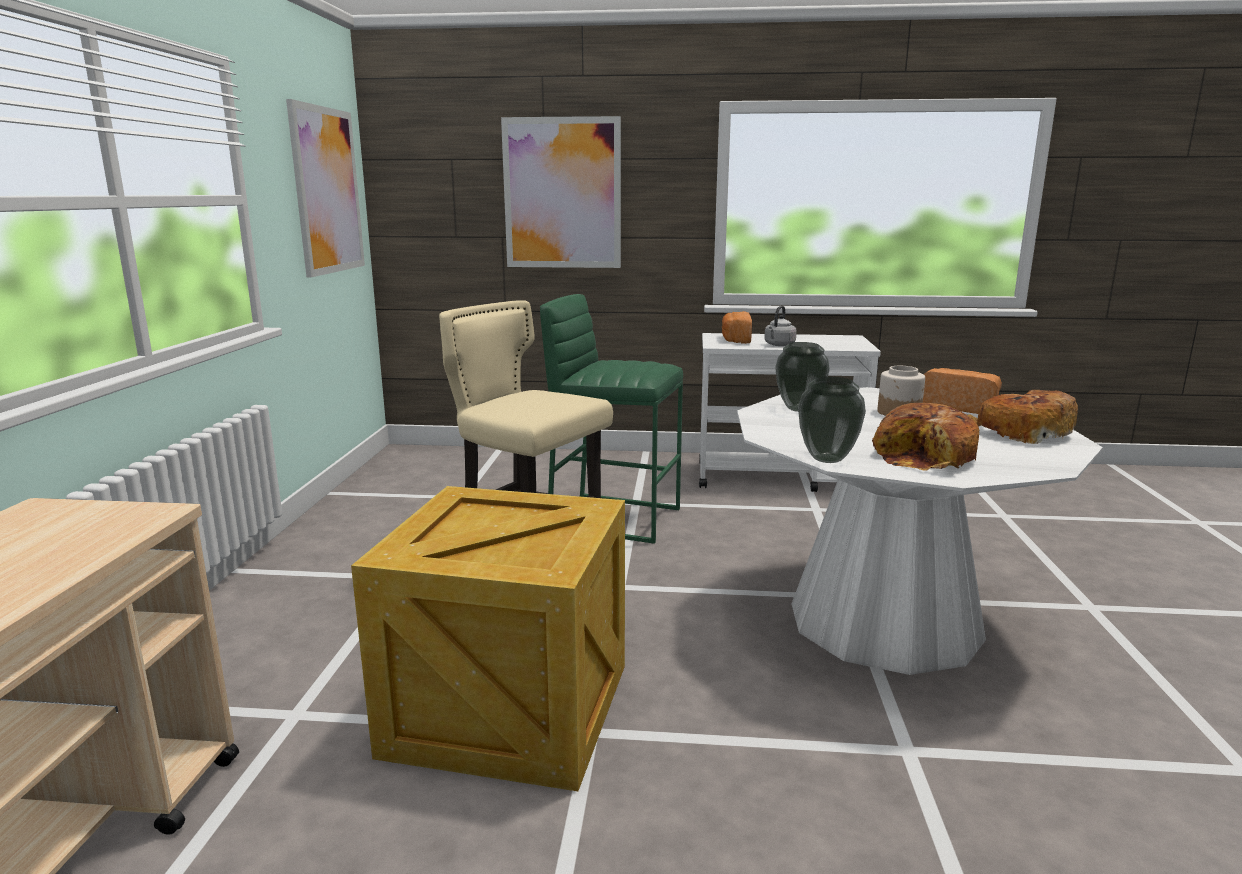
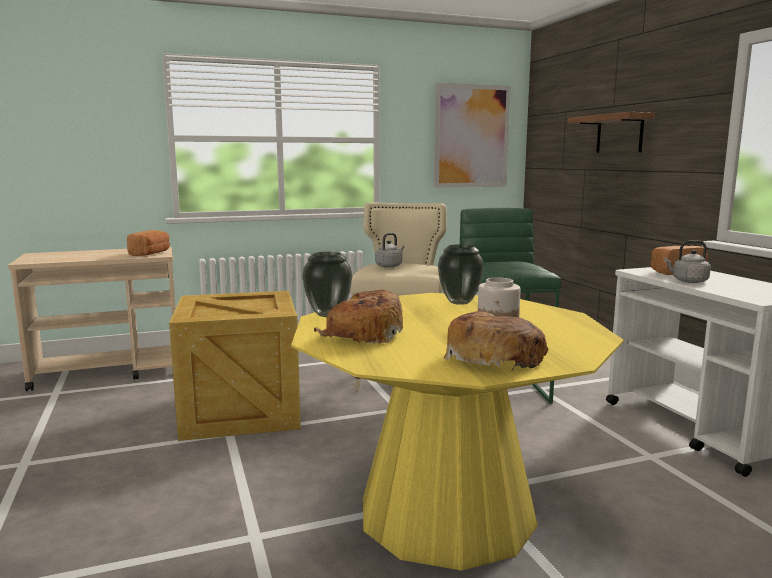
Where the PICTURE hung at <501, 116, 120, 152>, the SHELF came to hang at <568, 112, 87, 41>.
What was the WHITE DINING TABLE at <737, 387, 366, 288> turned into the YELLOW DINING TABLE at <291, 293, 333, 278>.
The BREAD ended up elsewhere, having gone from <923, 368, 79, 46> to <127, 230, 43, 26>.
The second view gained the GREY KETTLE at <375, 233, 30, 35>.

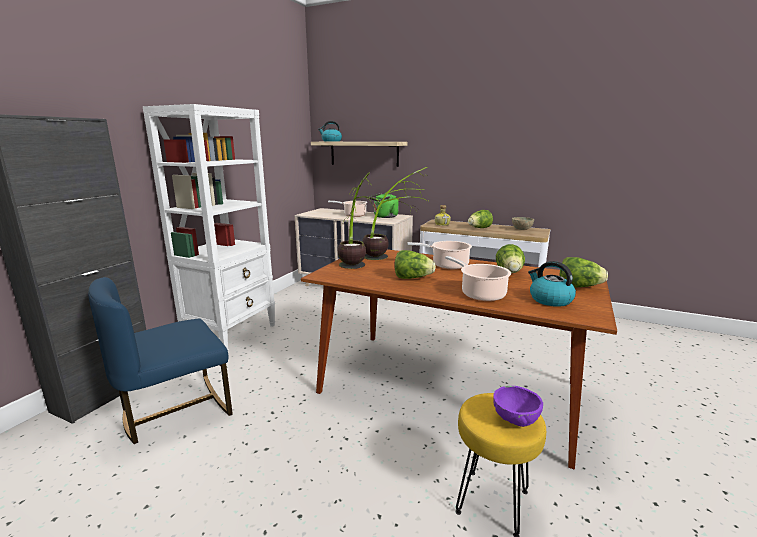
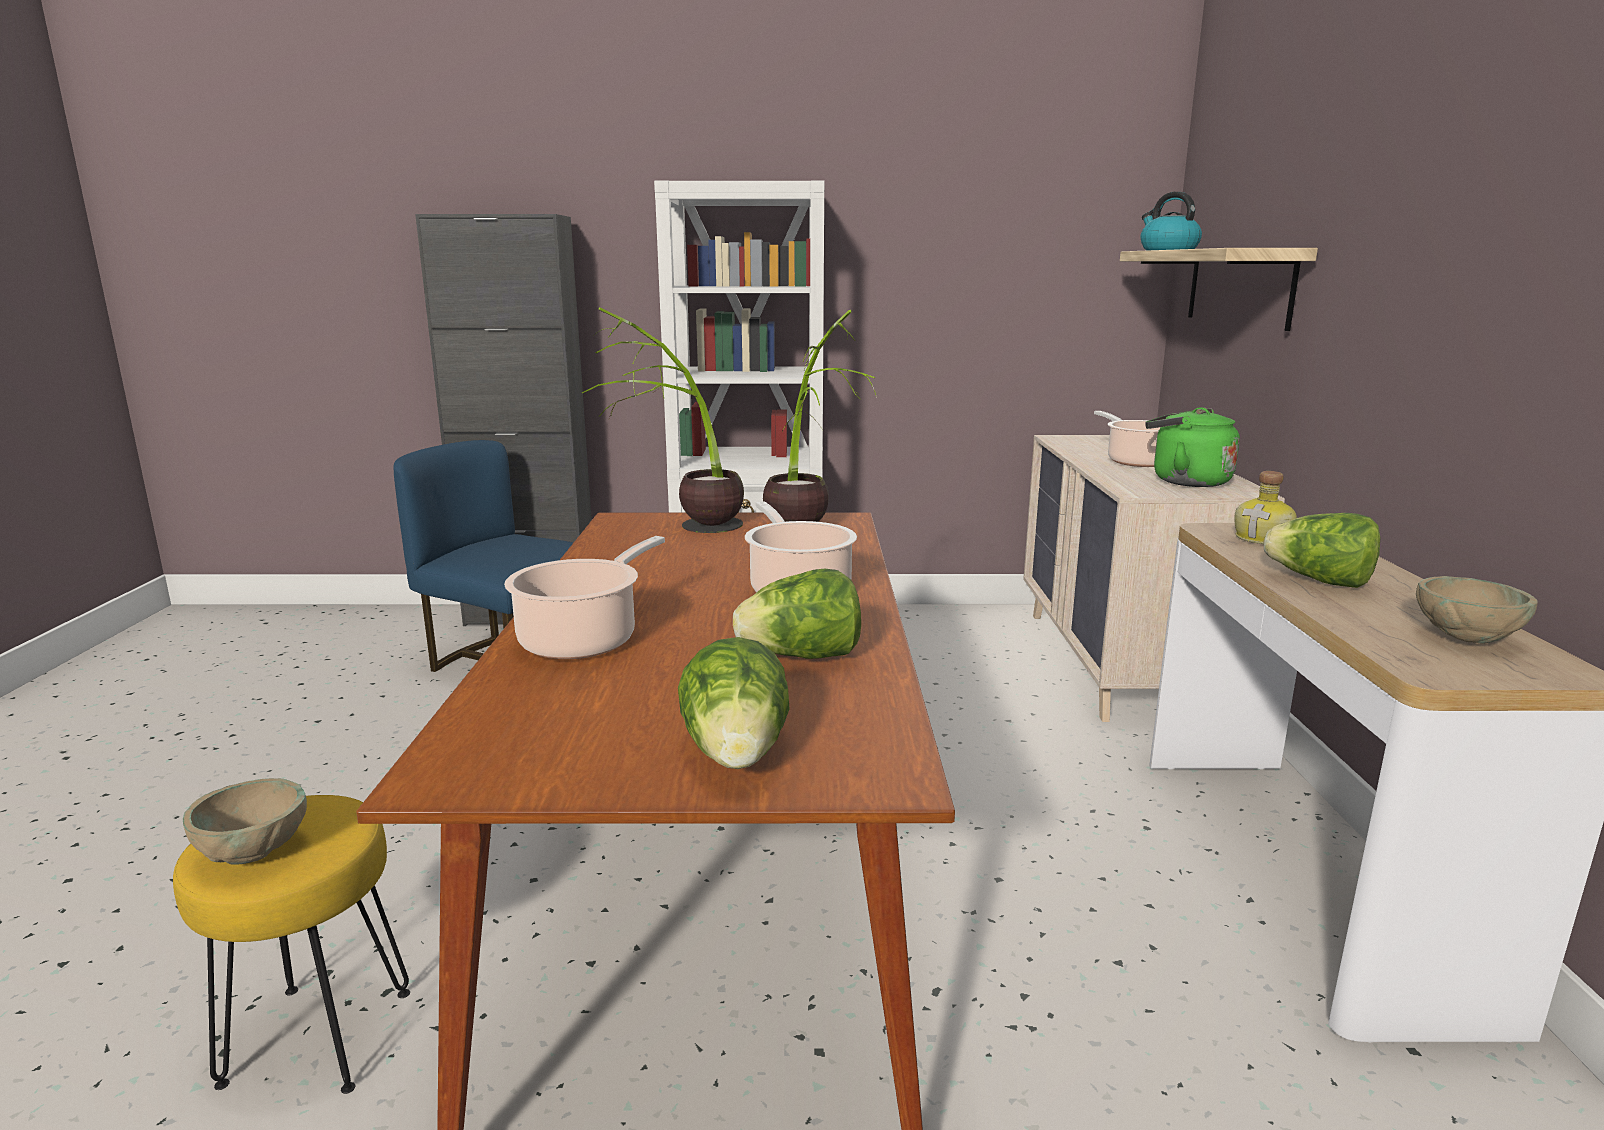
The second view lost the LETTUCE at <394, 250, 42, 29>.
What was the PURPLE BOWL at <493, 386, 50, 41> turned into the BEIGE BOWL at <183, 778, 124, 86>.
The second view lost the KETTLE at <528, 261, 48, 46>.

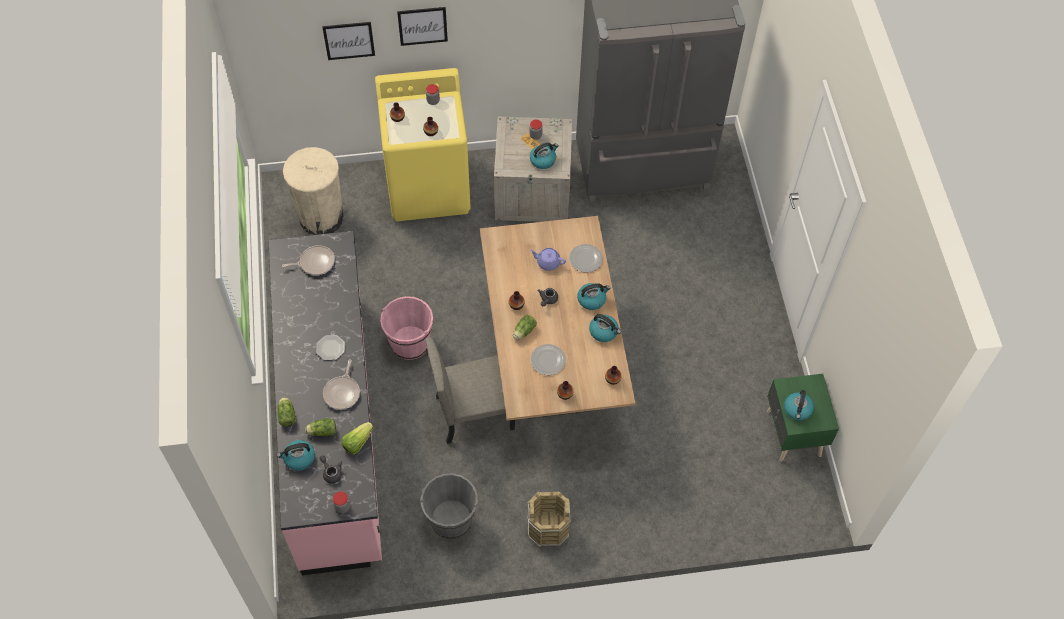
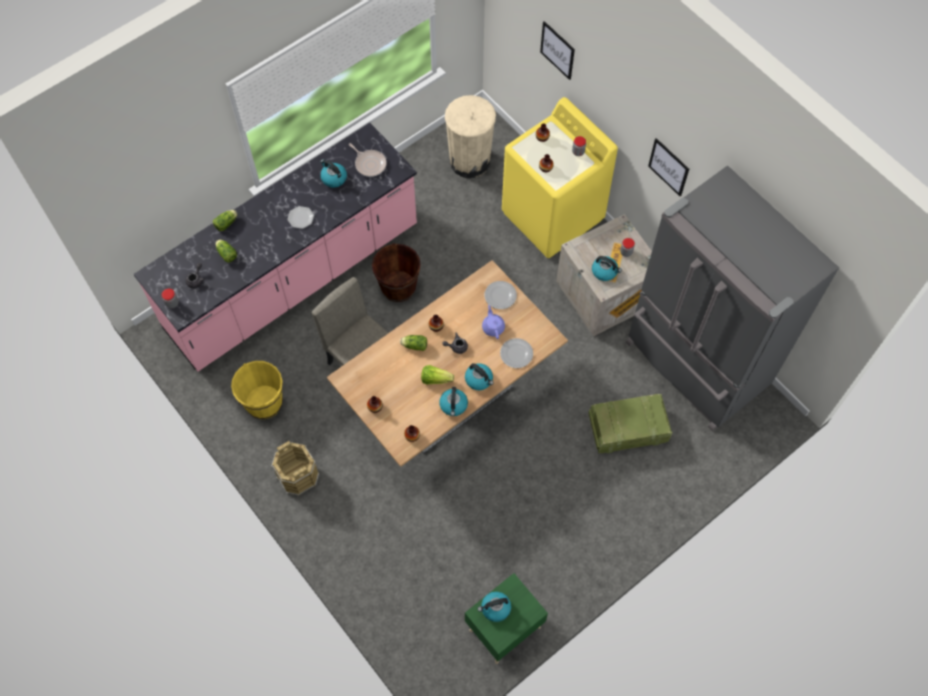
The KETTLE ended up elsewhere, having gone from <277, 440, 38, 31> to <320, 159, 27, 29>.
The second view lost the FRYING PAN at <323, 359, 37, 51>.
The LETTUCE ended up elsewhere, having gone from <341, 422, 32, 33> to <421, 365, 33, 19>.
What was the PINK BUCKET at <380, 296, 53, 64> turned into the BROWN BUCKET at <372, 243, 49, 59>.
The PICTURE ended up elsewhere, having gone from <397, 7, 51, 39> to <648, 138, 41, 58>.
What was the GREY BUCKET at <421, 473, 57, 66> turned into the YELLOW BUCKET at <231, 361, 52, 58>.
The PLATE ended up elsewhere, having gone from <531, 344, 35, 31> to <485, 281, 32, 28>.
The second view gained the CRATE at <588, 394, 84, 59>.

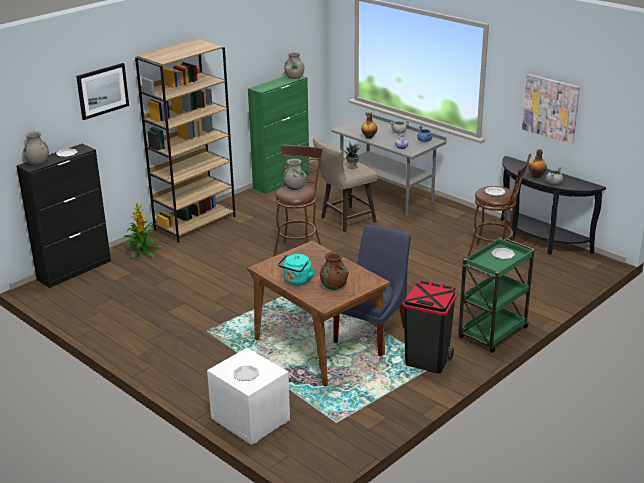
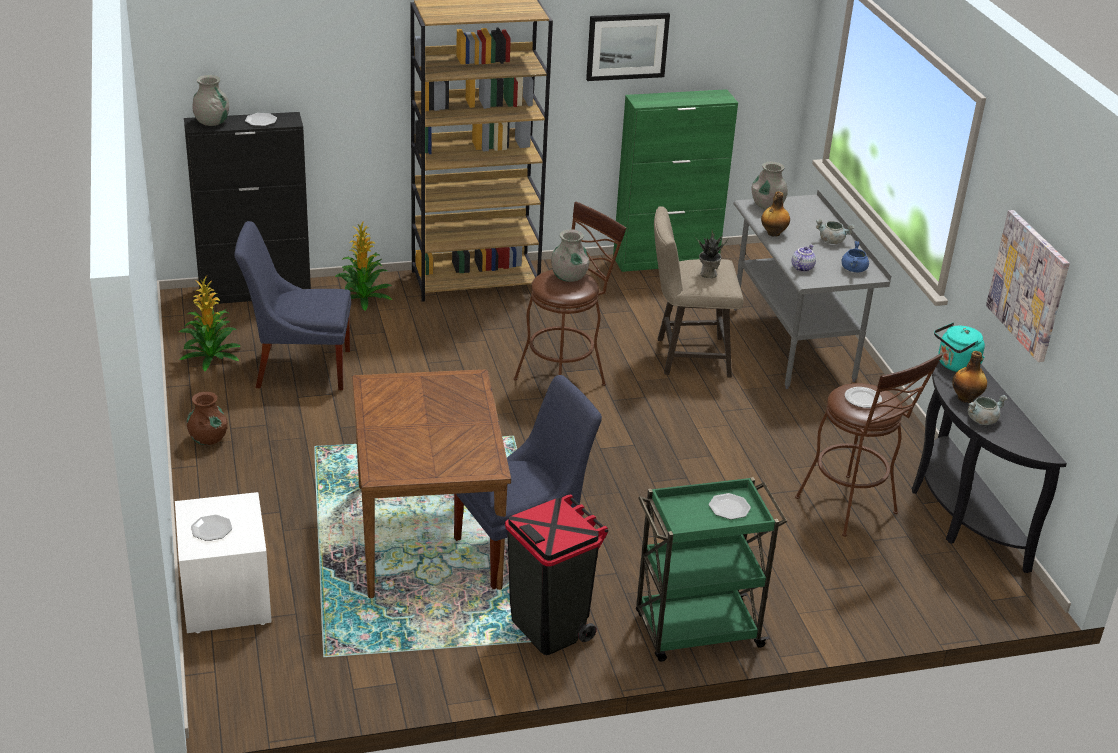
The PICTURE ended up elsewhere, having gone from <76, 63, 53, 57> to <586, 13, 84, 68>.
The TURQUOISE KETTLE ended up elsewhere, having gone from <278, 254, 38, 31> to <934, 323, 51, 49>.
The GREY VASE ended up elsewhere, having gone from <284, 52, 20, 27> to <752, 162, 36, 48>.
The BROWN VASE ended up elsewhere, having gone from <320, 252, 29, 38> to <187, 392, 41, 53>.
The second view gained the POTTED PLANT at <179, 276, 62, 95>.
The second view gained the BLUE CHAIR at <234, 221, 117, 169>.

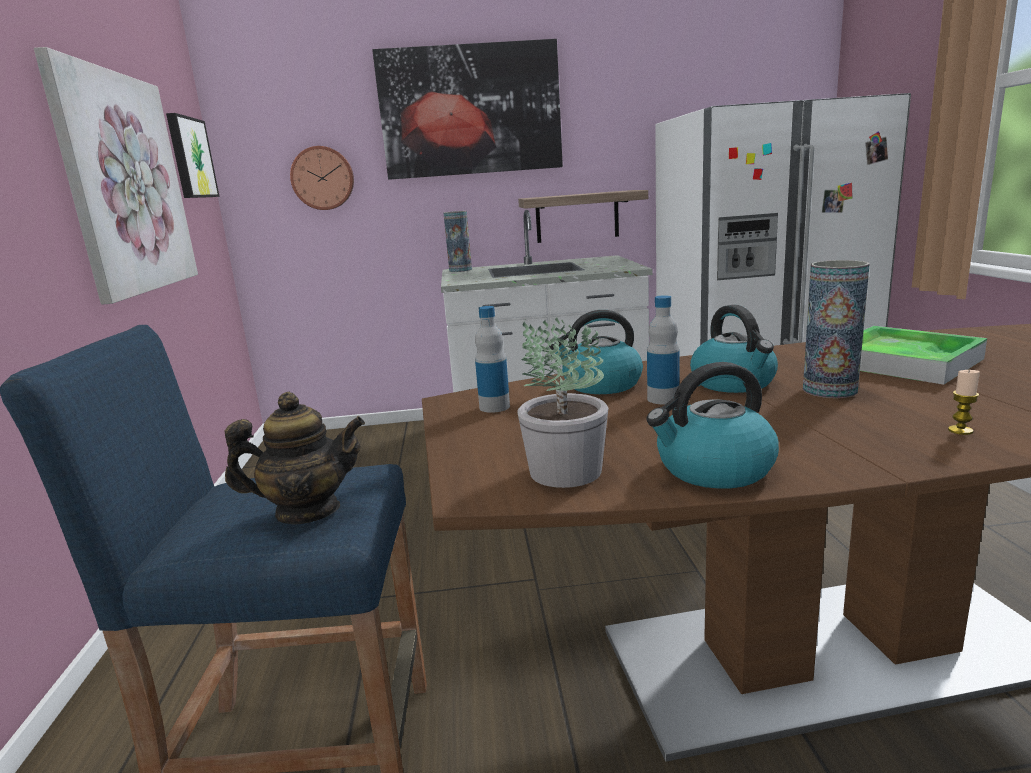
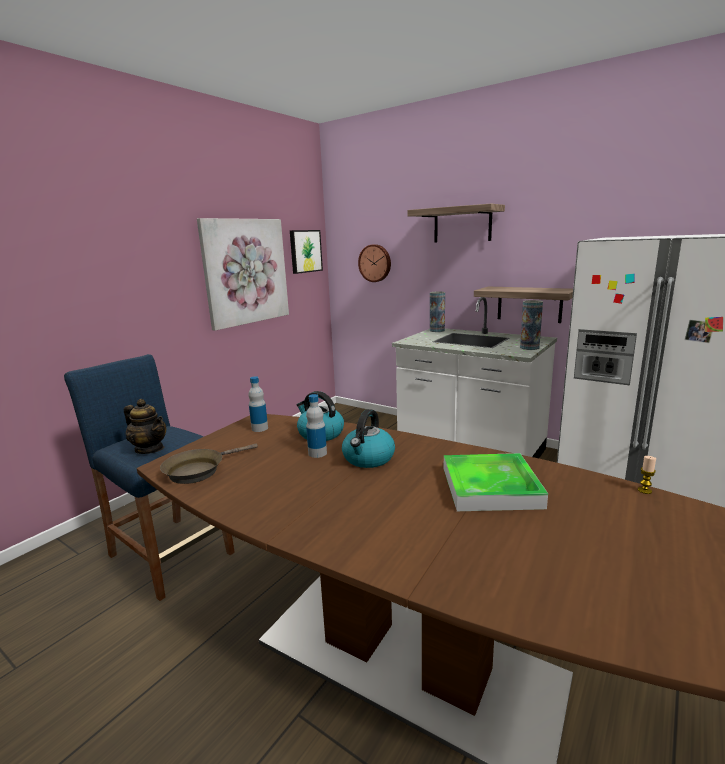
Where the PICTURE hung at <372, 39, 191, 141>, the SHELF came to hang at <407, 204, 98, 39>.
Where the POTTED PLANT stood at <517, 318, 91, 170>, the BROWN FRYING PAN came to stand at <160, 444, 98, 40>.
The second view lost the KETTLE at <646, 362, 133, 127>.
The VASE ended up elsewhere, having gone from <803, 260, 66, 138> to <520, 300, 23, 50>.
The CANDLE ended up elsewhere, having gone from <948, 369, 32, 66> to <638, 456, 18, 38>.

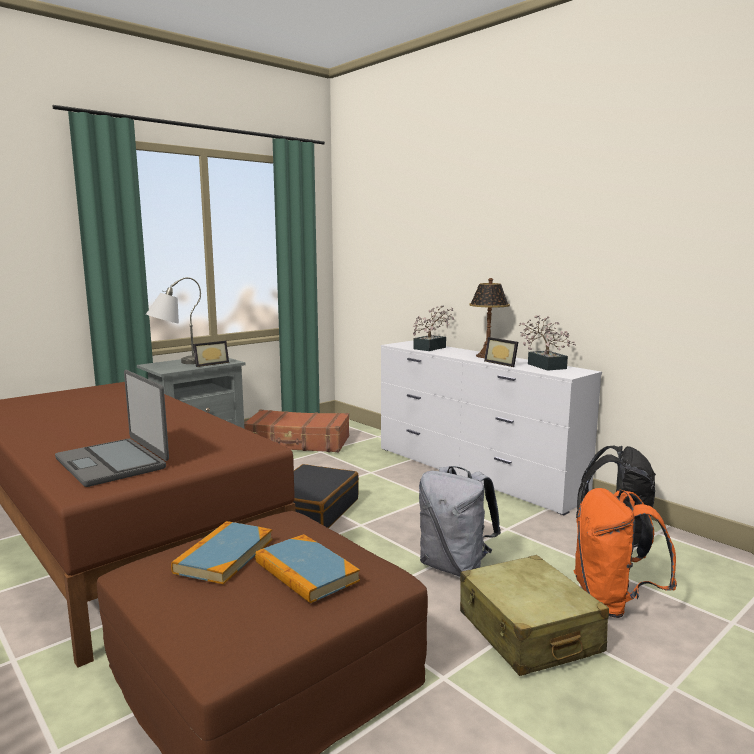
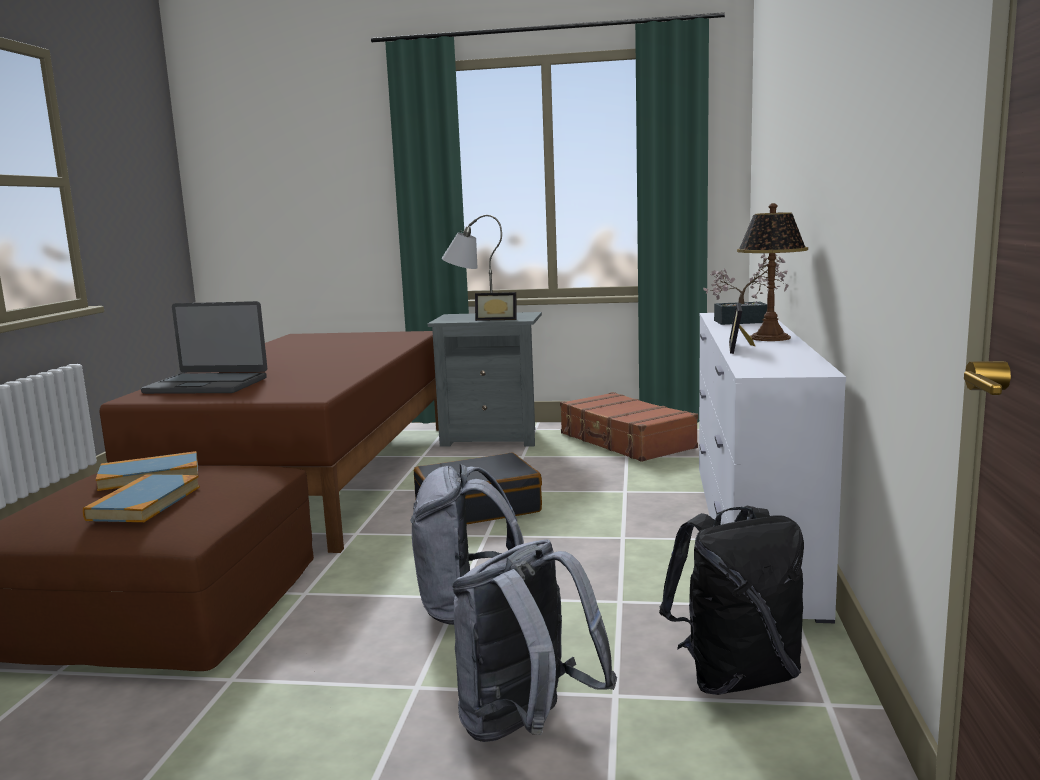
The LAPTOP at <55, 370, 114, 117> ended up facing another way, 90 degrees counterclockwise from before.
The second view lost the BEIGE SUITCASE at <460, 555, 149, 121>.
The second view lost the POTTED PLANT at <519, 315, 57, 56>.
What was the ORANGE BACKPACK at <573, 488, 104, 130> turned into the GREY BACKPACK at <452, 539, 165, 203>.

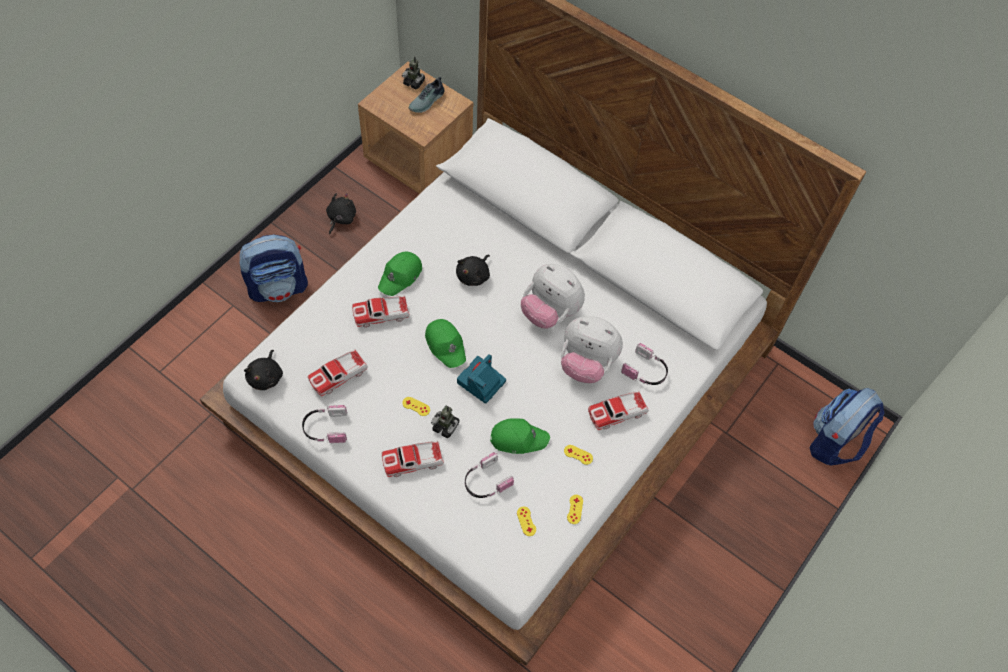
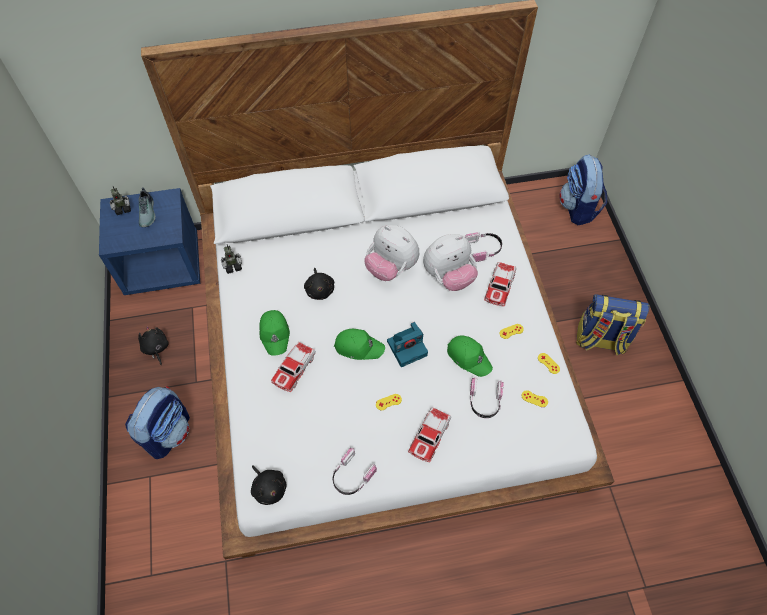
The second view lost the TOY CAR at <308, 349, 60, 48>.
What was the BROWN NIGHTSTAND at <358, 62, 115, 131> turned into the BLUE NIGHTSTAND at <99, 188, 101, 107>.
The TOY ROBOT ended up elsewhere, having gone from <431, 406, 29, 32> to <221, 245, 21, 29>.
The PHOTO CAMERA at <457, 354, 49, 50> ended up facing another way, 105 degrees counterclockwise from before.
The GREEN CAP at <490, 418, 60, 36> ended up facing another way, 90 degrees clockwise from before.
The PLUSH TOY at <521, 264, 64, 65> ended up facing another way, 45 degrees clockwise from before.
The second view gained the BACKPACK at <576, 294, 74, 62>.

